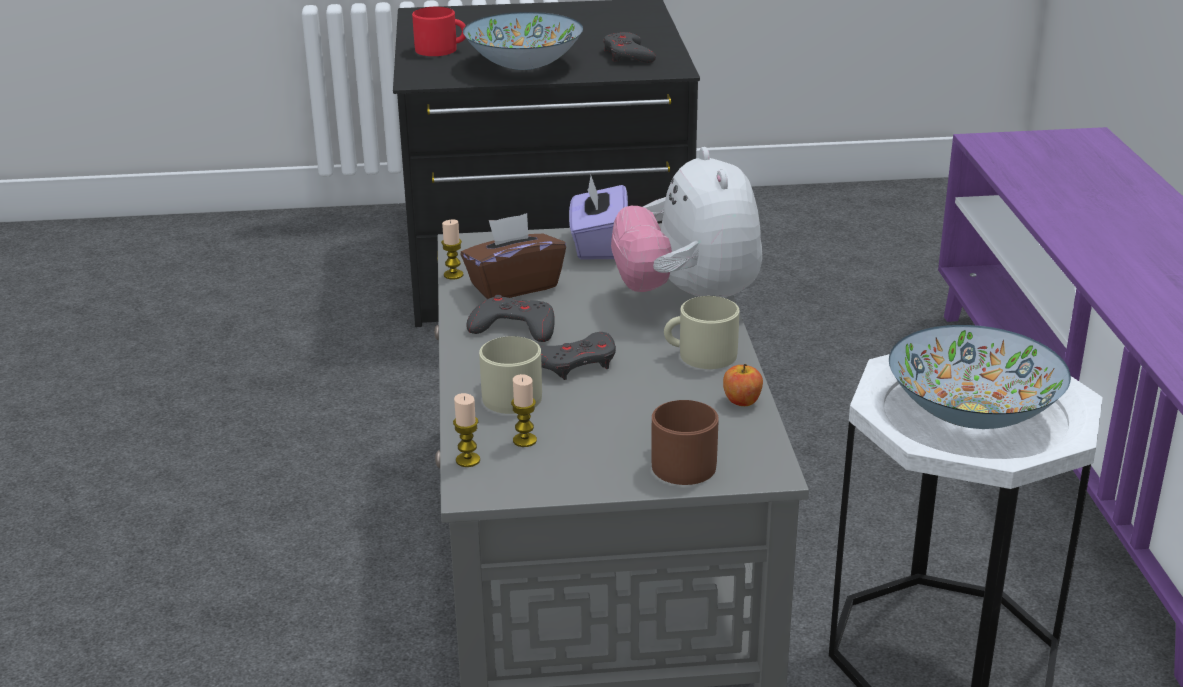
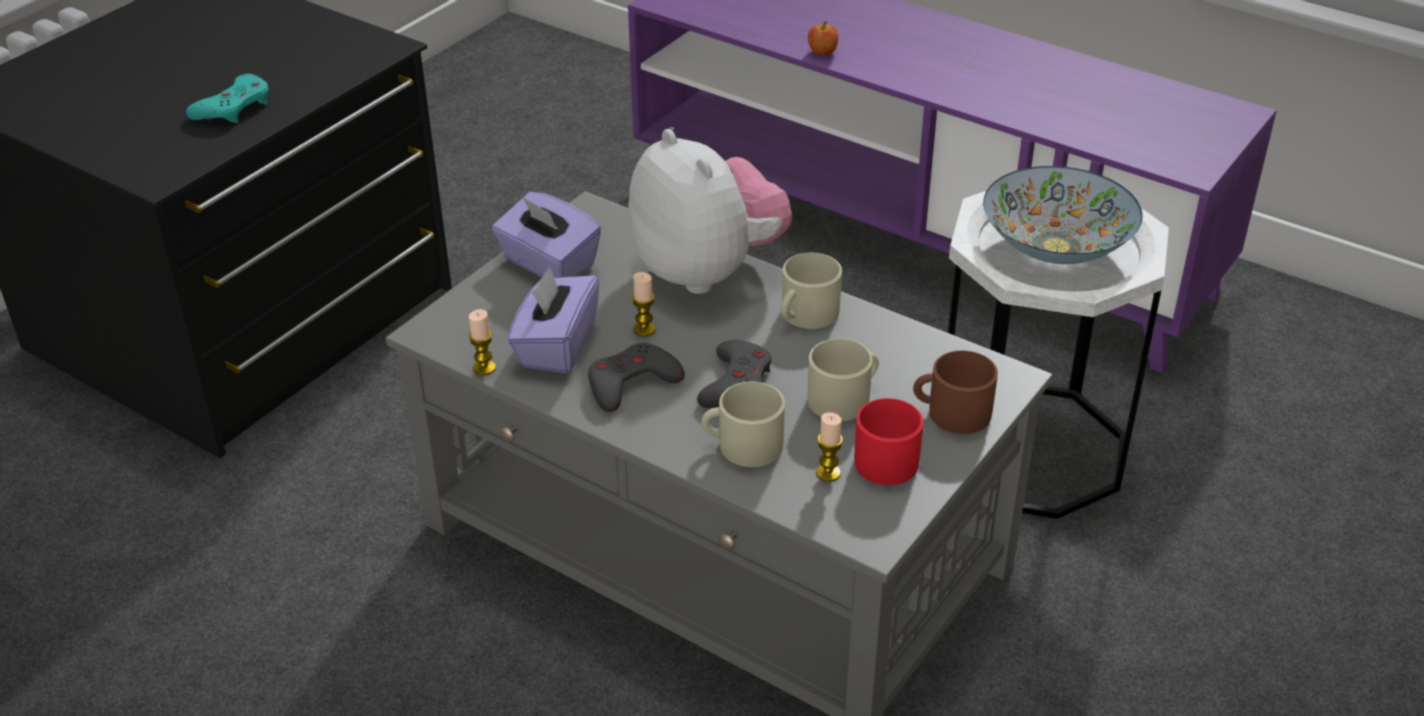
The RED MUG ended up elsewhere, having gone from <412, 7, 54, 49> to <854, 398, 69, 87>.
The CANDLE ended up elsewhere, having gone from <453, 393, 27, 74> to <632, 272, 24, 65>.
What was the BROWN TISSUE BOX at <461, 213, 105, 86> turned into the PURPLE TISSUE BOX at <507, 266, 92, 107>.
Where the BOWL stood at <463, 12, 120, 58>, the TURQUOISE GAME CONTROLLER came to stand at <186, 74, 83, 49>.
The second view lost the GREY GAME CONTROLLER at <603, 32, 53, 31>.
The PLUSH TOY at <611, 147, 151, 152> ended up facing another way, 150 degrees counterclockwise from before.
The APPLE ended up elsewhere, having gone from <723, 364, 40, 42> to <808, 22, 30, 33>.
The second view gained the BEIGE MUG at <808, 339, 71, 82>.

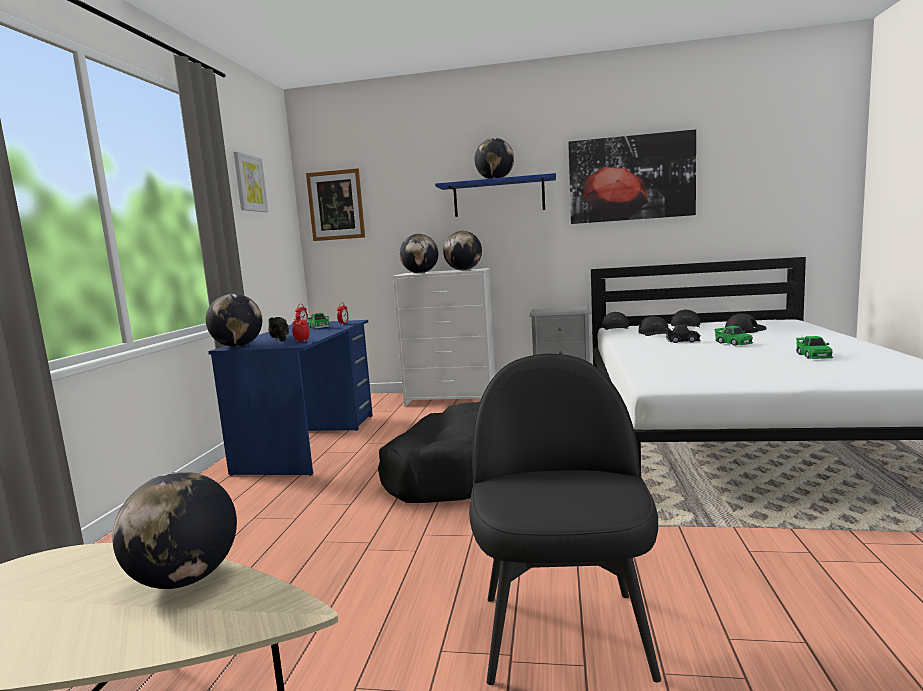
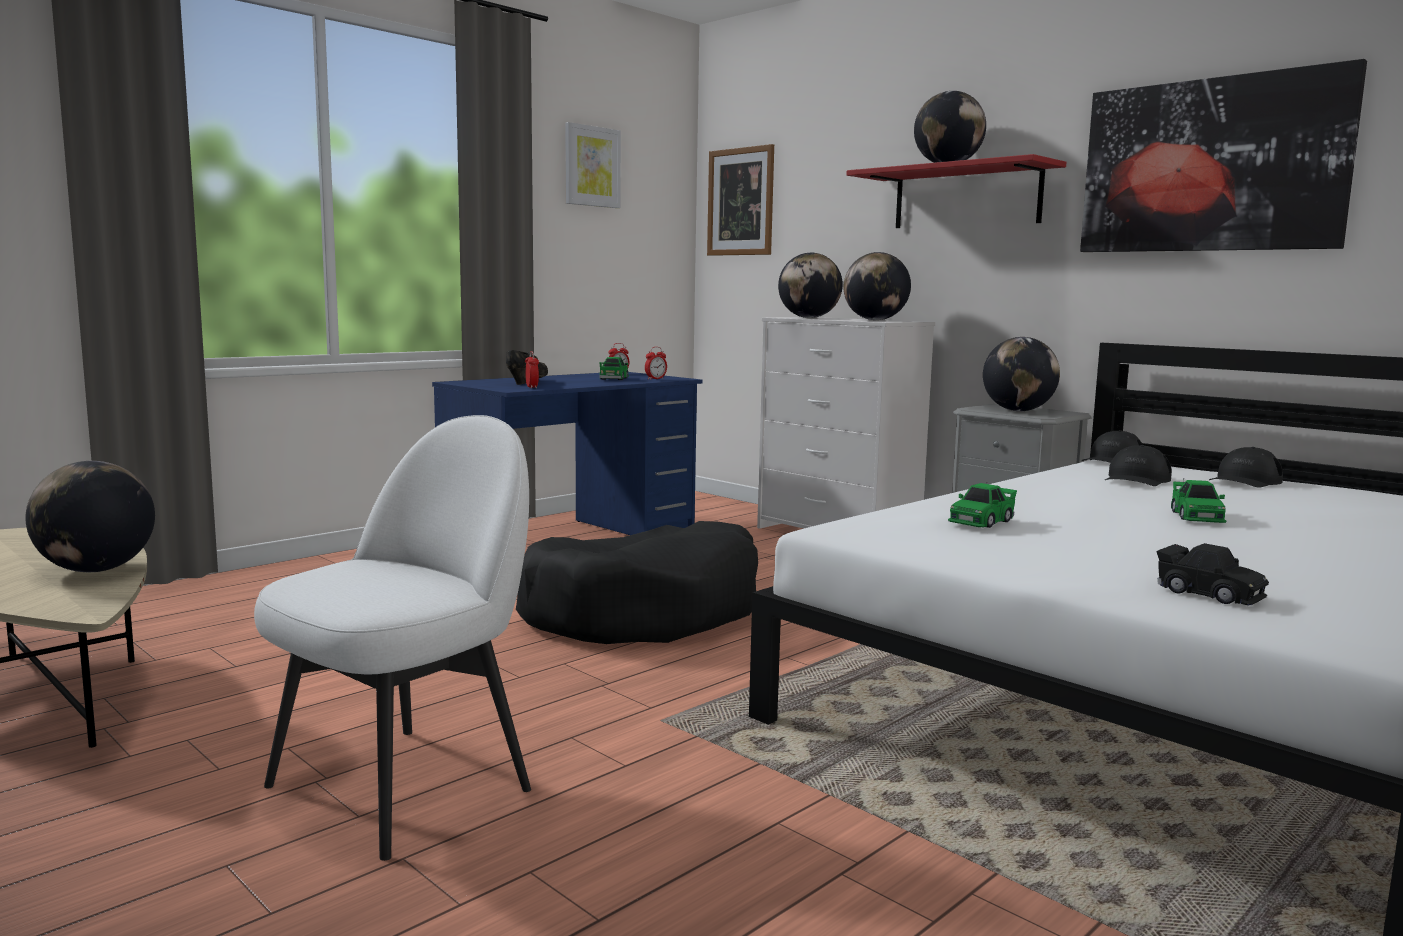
The GLOBE ended up elsewhere, having gone from <206, 294, 56, 53> to <983, 337, 77, 74>.
What was the BLUE SHELF at <435, 173, 121, 44> turned into the RED SHELF at <846, 154, 220, 74>.
What was the BLACK CHAIR at <469, 354, 192, 331> turned into the WHITE CHAIR at <254, 415, 277, 446>.
The BLACK TOY CAR ended up elsewhere, having gone from <665, 325, 36, 18> to <1157, 543, 112, 62>.
The second view lost the BLACK CAP at <725, 314, 42, 19>.
The GREEN TOY CAR ended up elsewhere, having gone from <796, 336, 37, 23> to <948, 482, 69, 46>.

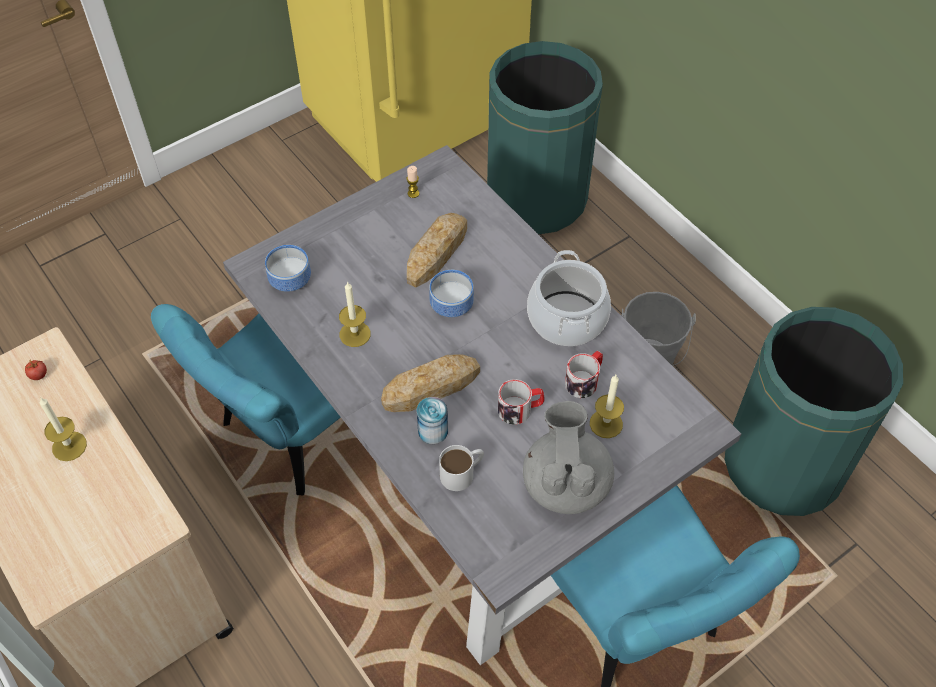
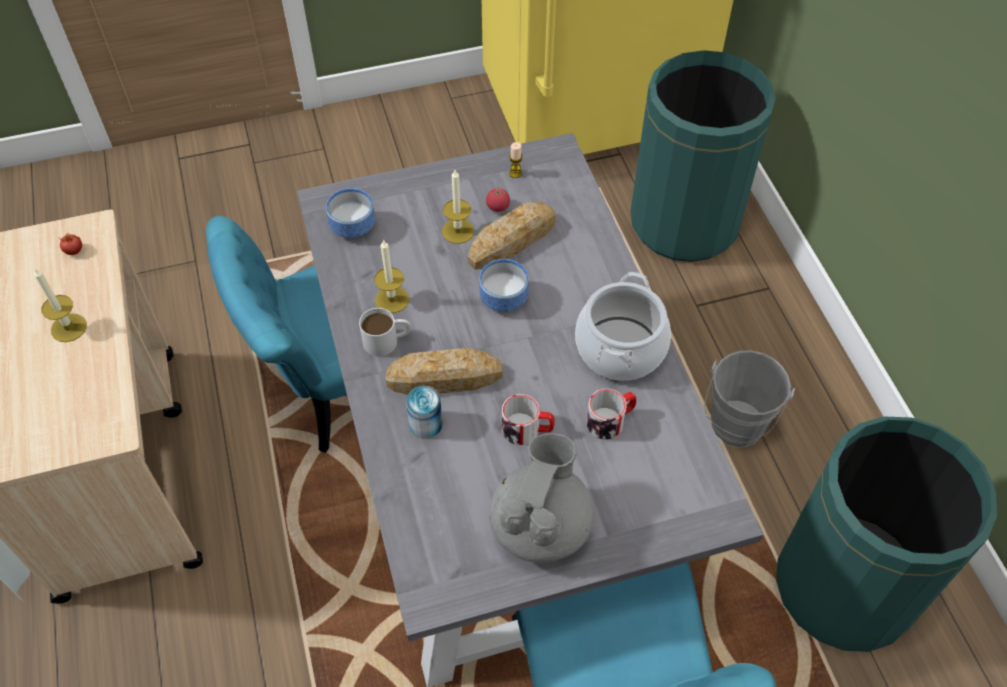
The WHITE MUG ended up elsewhere, having gone from <439, 445, 45, 46> to <359, 308, 52, 48>.
The CANDLE ended up elsewhere, having gone from <590, 375, 34, 63> to <442, 170, 32, 74>.
The second view gained the TOMATO at <486, 186, 24, 26>.

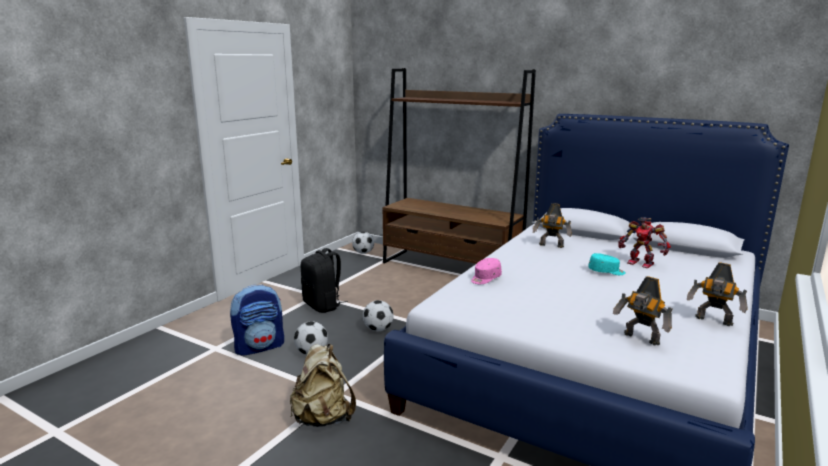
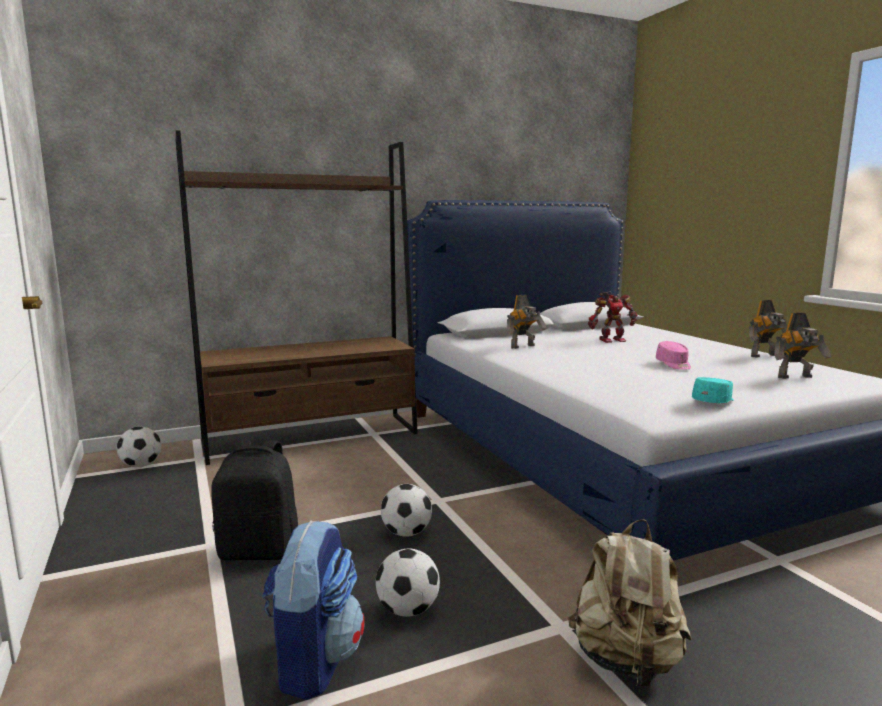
The PINK CAP ended up elsewhere, having gone from <471, 258, 31, 26> to <656, 341, 35, 29>.
The TURQUOISE CAP ended up elsewhere, having gone from <588, 253, 38, 22> to <692, 377, 42, 26>.

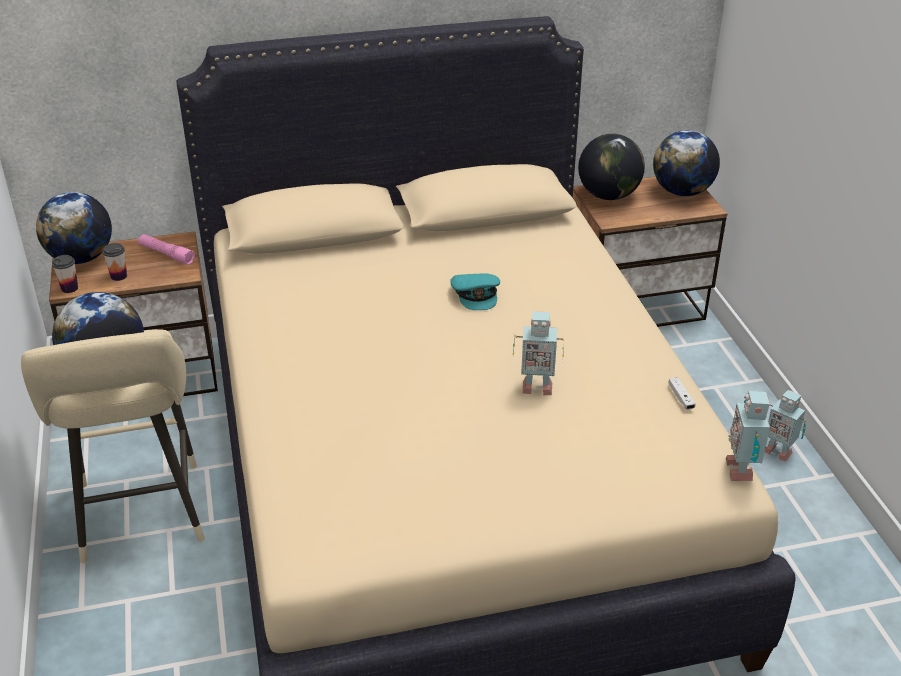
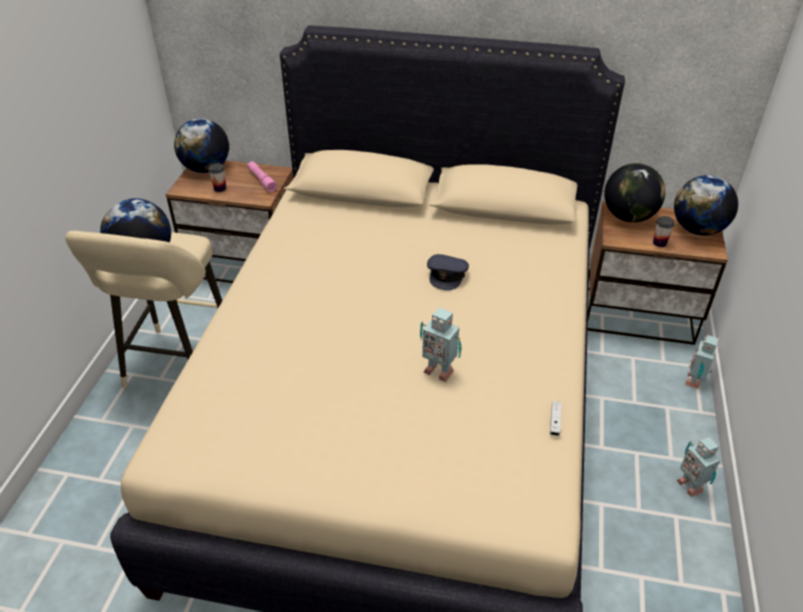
The CUP ended up elsewhere, having gone from <52, 255, 26, 38> to <653, 216, 22, 31>.
What was the TURQUOISE CAP at <450, 273, 50, 37> turned into the GREY CAP at <427, 254, 42, 36>.
The TOY ROBOT ended up elsewhere, having gone from <726, 391, 44, 90> to <685, 335, 33, 54>.

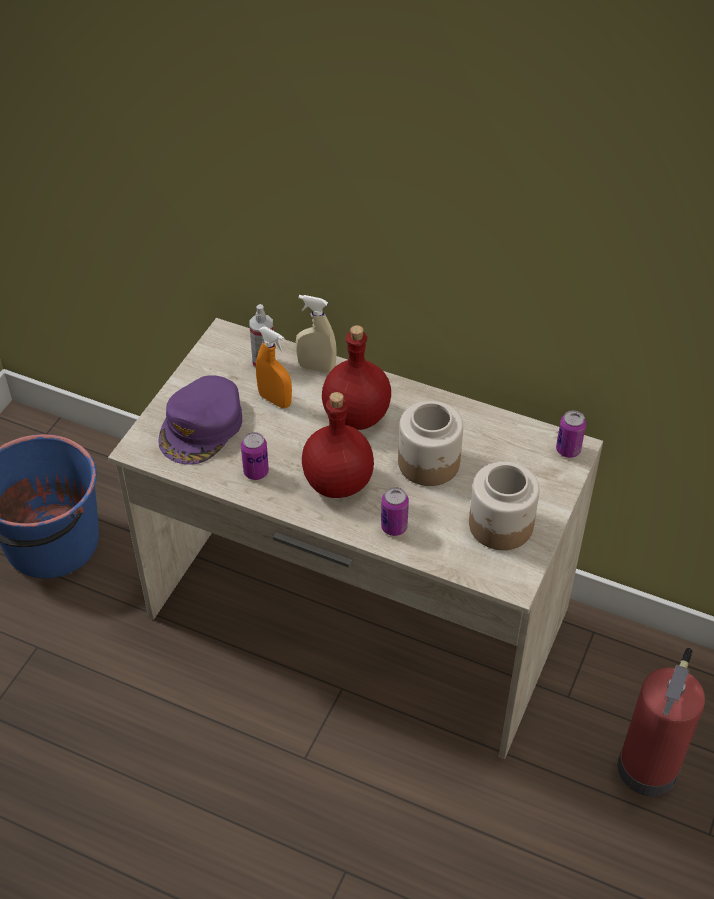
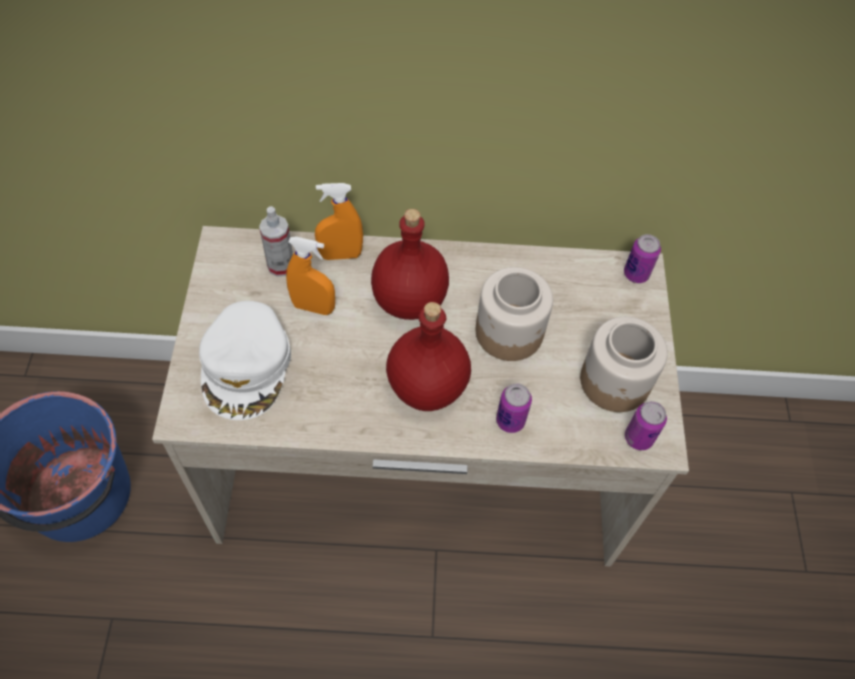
What was the PURPLE CAP at <158, 375, 84, 90> turned into the WHITE CAP at <199, 301, 92, 119>.
The CAN ended up elsewhere, having gone from <241, 432, 28, 48> to <625, 401, 42, 49>.
What was the BEIGE SPRAY BOTTLE at <296, 295, 41, 78> turned into the ORANGE SPRAY BOTTLE at <315, 183, 48, 77>.
The second view lost the FIRE EXTINGUISHER at <618, 648, 87, 148>.

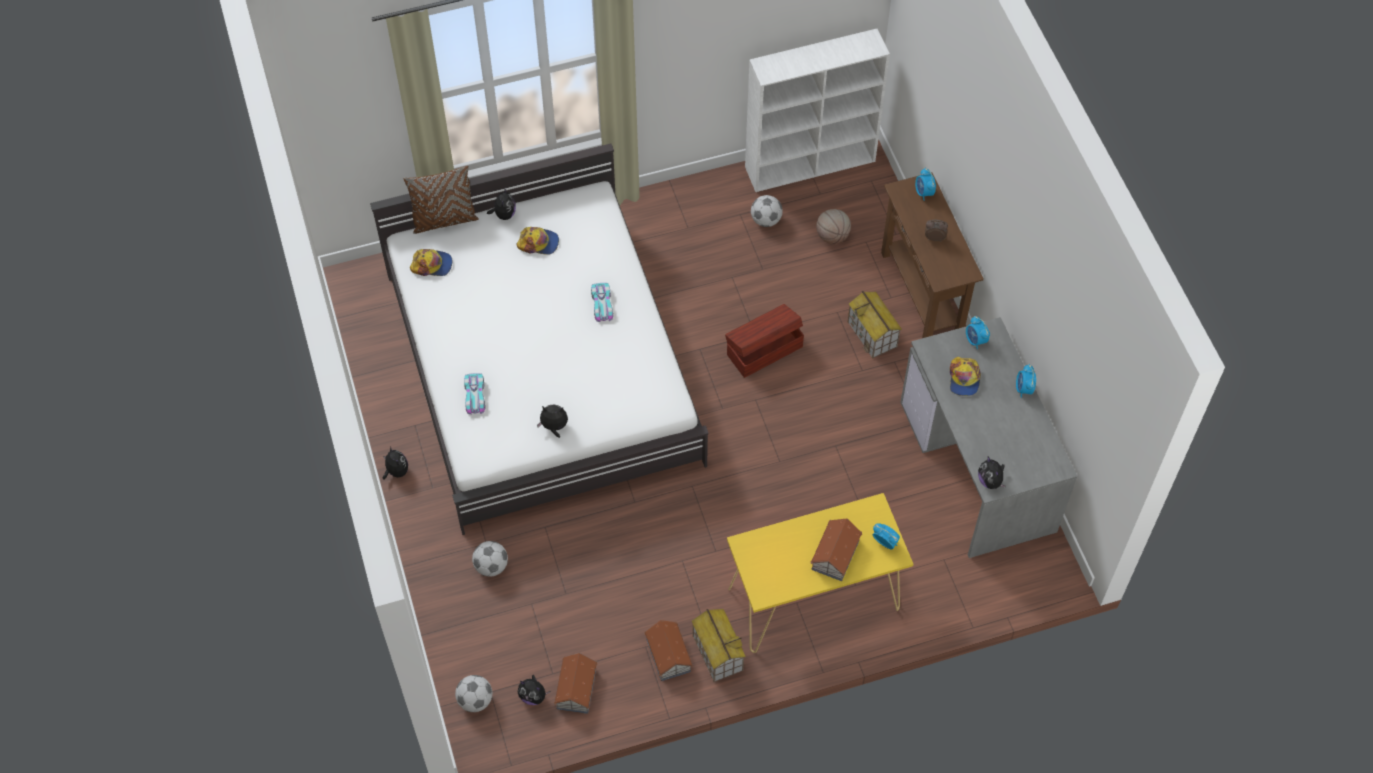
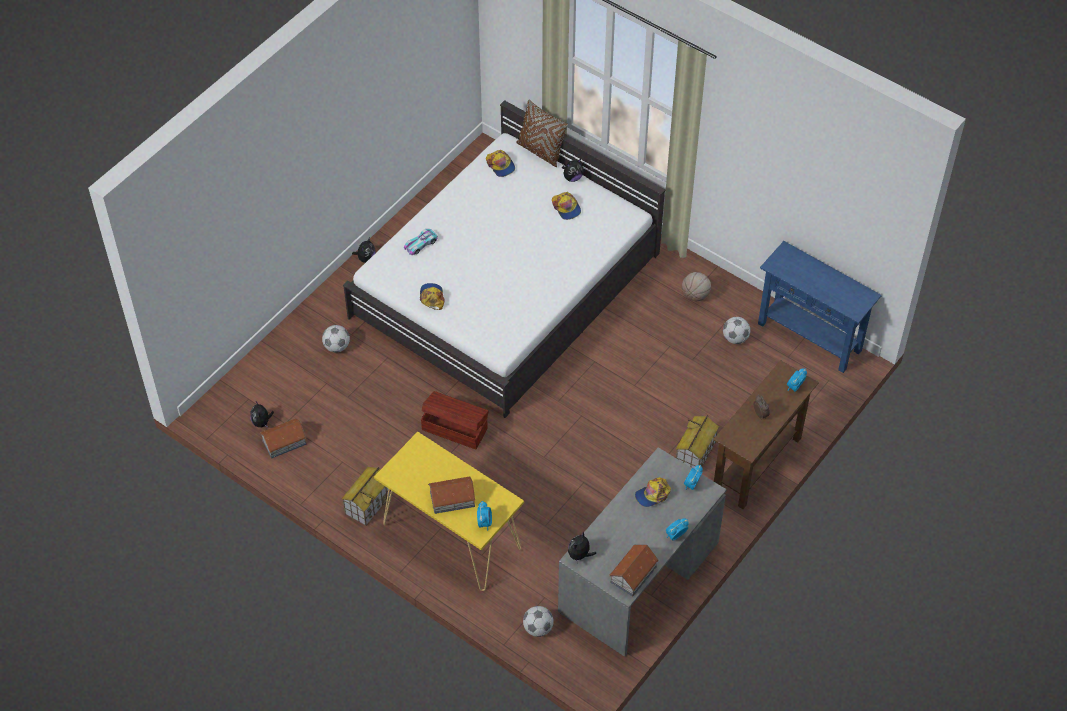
The FOOTBALL ended up elsewhere, having gone from <455, 675, 37, 37> to <523, 606, 31, 31>.
Where the PLUSH TOY stood at <537, 405, 31, 33>, the CAP came to stand at <420, 283, 25, 27>.
The second view lost the TOY CAR at <591, 283, 22, 39>.
The TOY HOUSE ended up elsewhere, having gone from <644, 620, 49, 61> to <609, 545, 50, 52>.
The BROWN STORAGE BOX ended up elsewhere, having gone from <725, 304, 79, 74> to <421, 391, 68, 58>.
Where the WHITE BOOKCASE stood at <745, 29, 145, 163>, the BLUE CONSOLE TABLE came to stand at <758, 241, 124, 132>.
The BASKETBALL ended up elsewhere, having gone from <816, 209, 35, 35> to <682, 272, 29, 29>.

